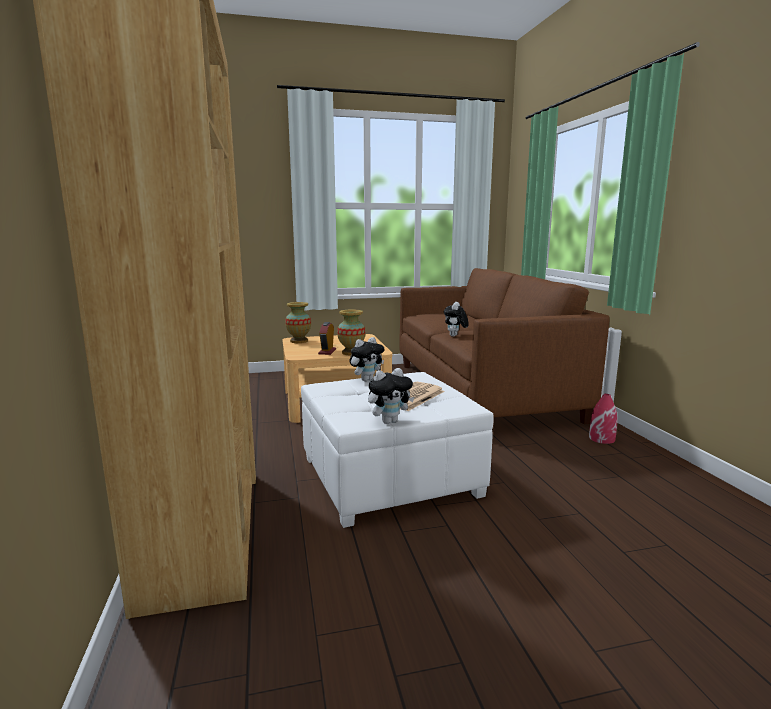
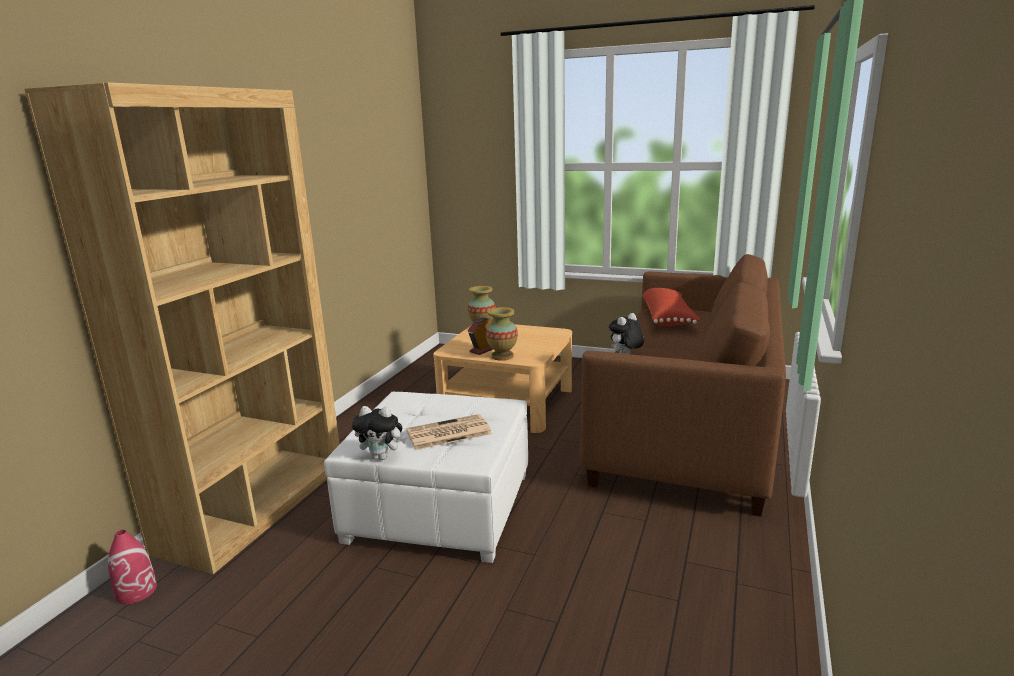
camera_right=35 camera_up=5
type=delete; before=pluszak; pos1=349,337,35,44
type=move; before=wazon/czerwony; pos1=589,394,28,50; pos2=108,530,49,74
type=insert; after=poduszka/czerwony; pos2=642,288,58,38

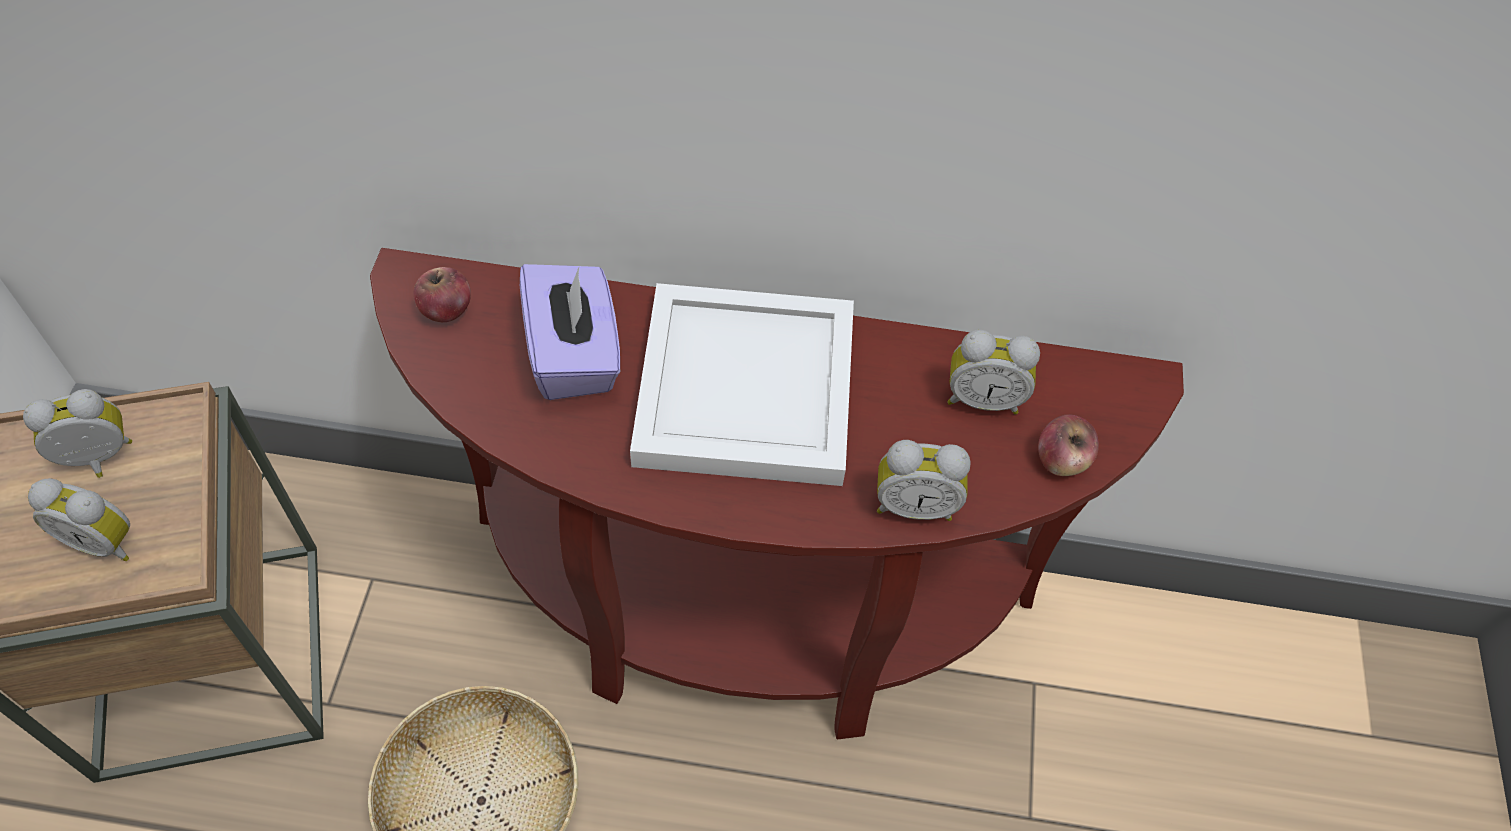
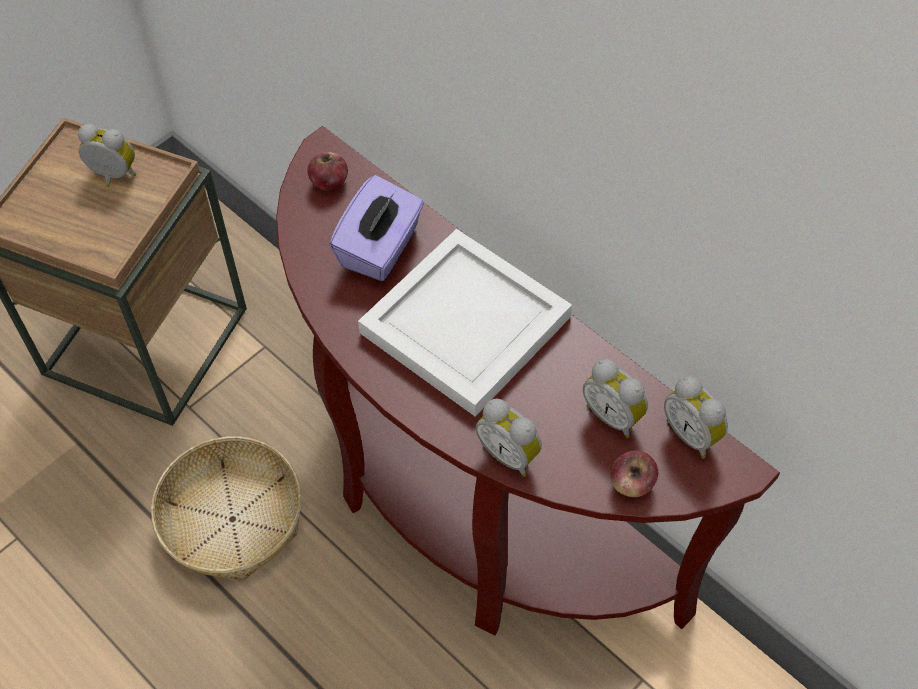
camera_right=40 camera_up=0
type=move; before=budzik; pos1=28,478,102,83; pos2=664,376,64,83

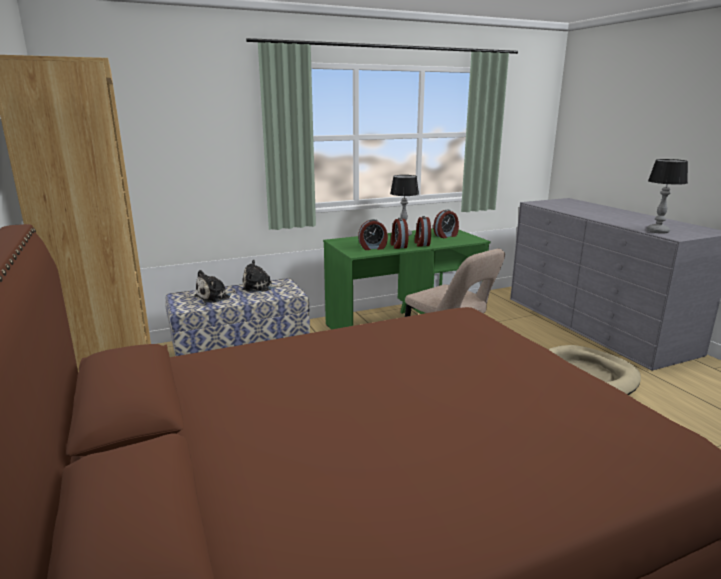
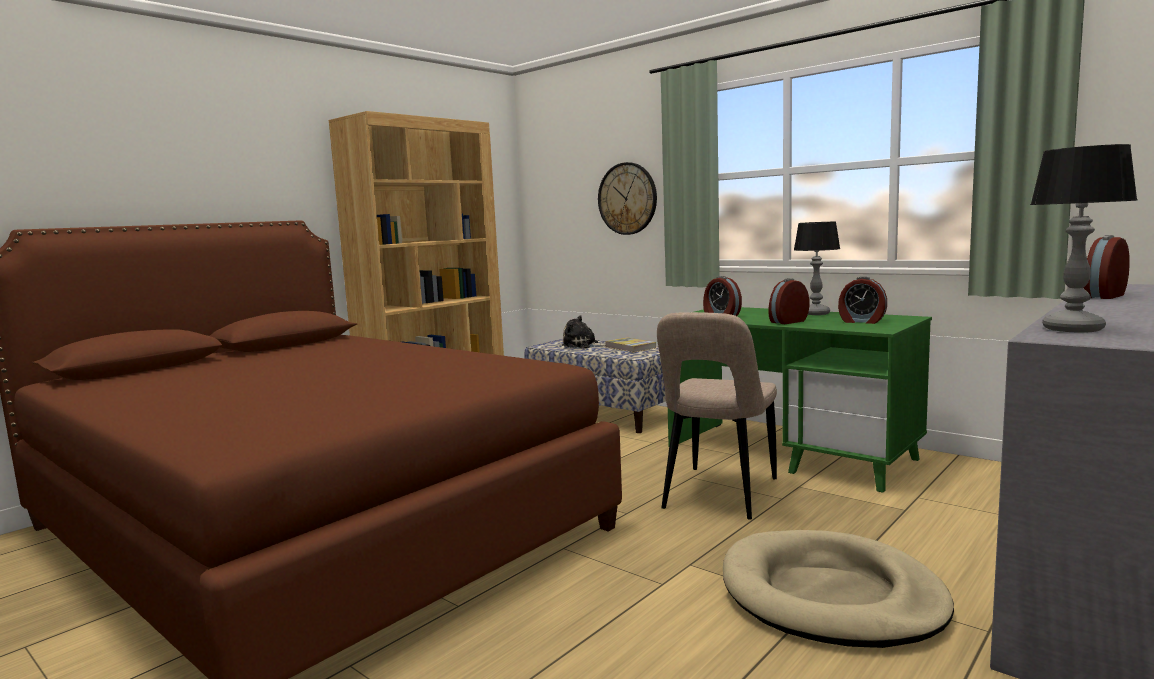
camera_right=65 camera_up=-10
type=move; before=budzik; pos1=390,218,18,31; pos2=1083,235,47,64
type=replace; before=pluszak; after=książka; pos1=242,260,41,32; pos2=605,338,51,15
type=insert; after=zegar ścienny; pos2=598,162,59,73

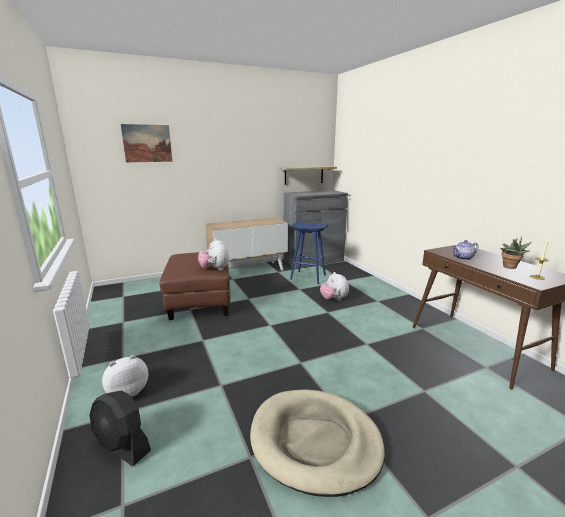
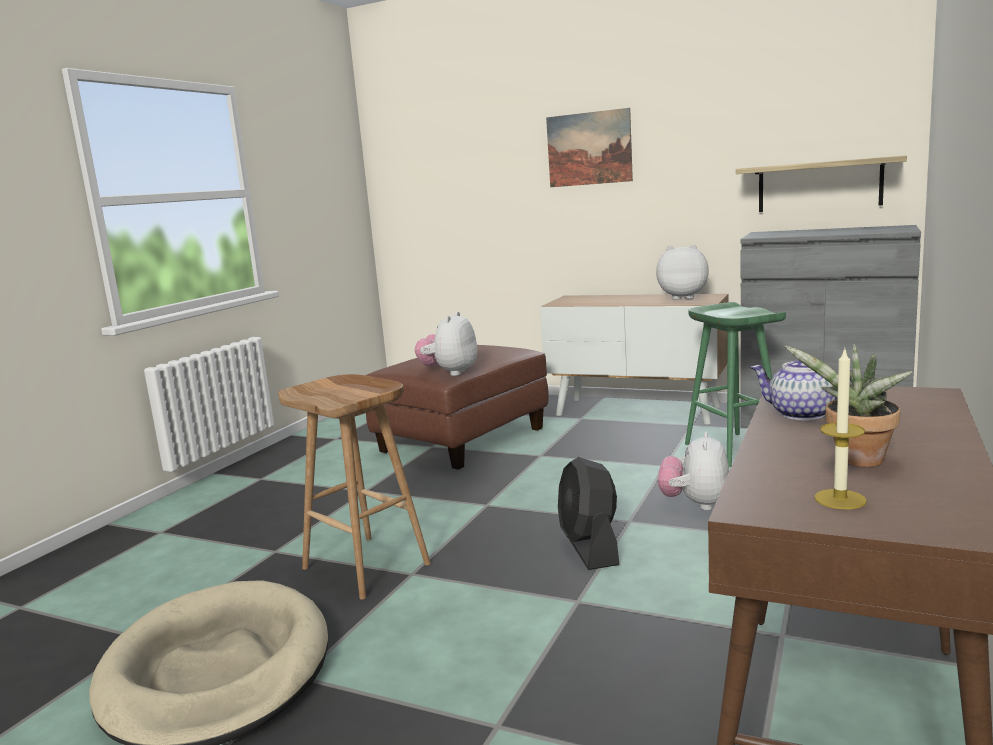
camera_right=50 camera_up=-5
type=move; before=obraz; pos1=121,124,51,38; pos2=546,108,87,79
type=recolor; before=stołek/niebieski; after=stołek/zielony; pos1=290,221,38,63; pos2=685,302,101,165
type=move; before=pluszak; pos1=102,355,46,42; pos2=656,244,53,56
type=move; before=wentylator/czarny; pos1=90,390,61,76; pos2=558,457,61,113
type=insert; after=stołek/brązowy; pos2=278,374,153,226

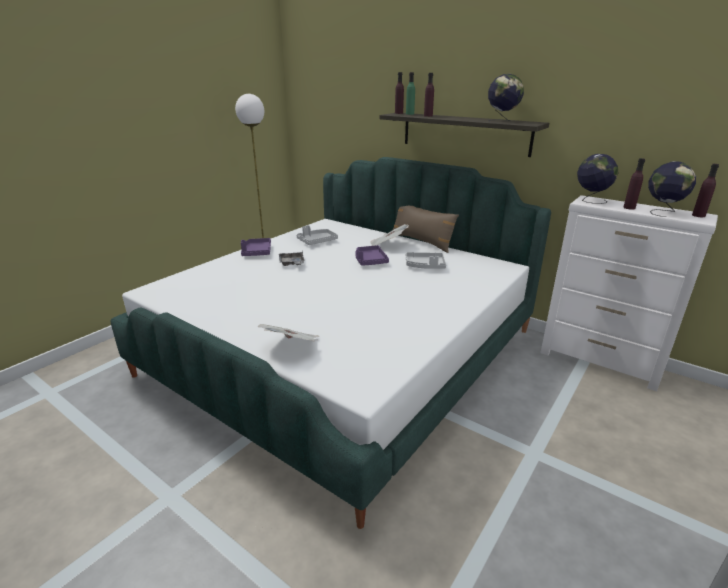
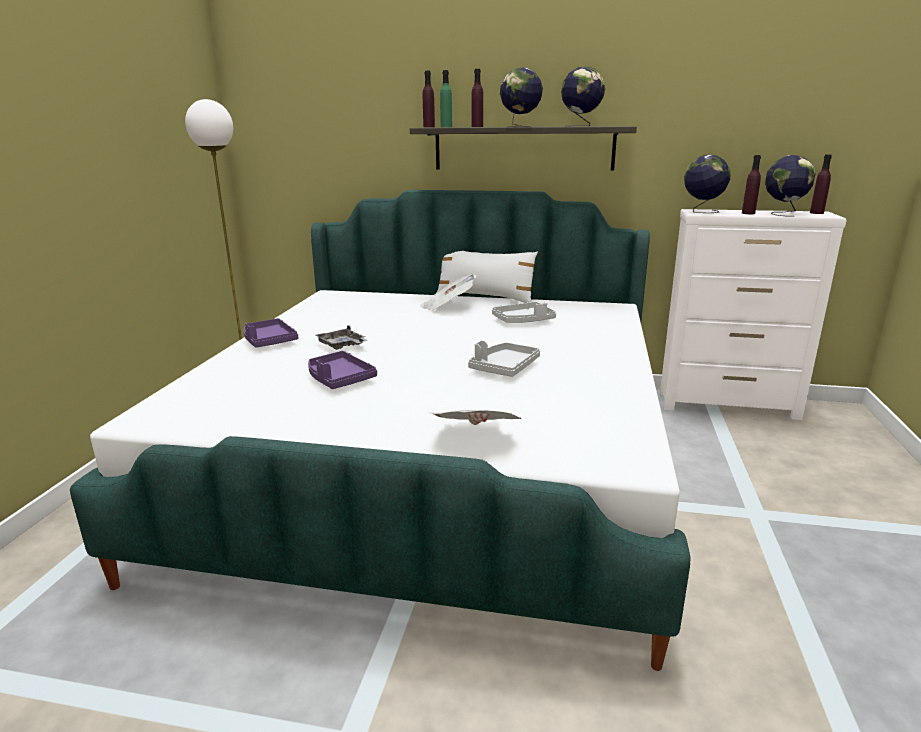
camera_right=-25 camera_up=-5
type=recolor; before=poduszka/brązowy; after=poduszka/biały; pos1=393,206,66,47; pos2=437,251,101,52
type=move; before=taca/szary; pos1=297,225,41,20; pos2=468,340,72,37
type=move; before=taca/fioletowy; pos1=355,245,34,21; pos2=308,351,69,38
type=insert; after=globus; pos2=500,68,43,59

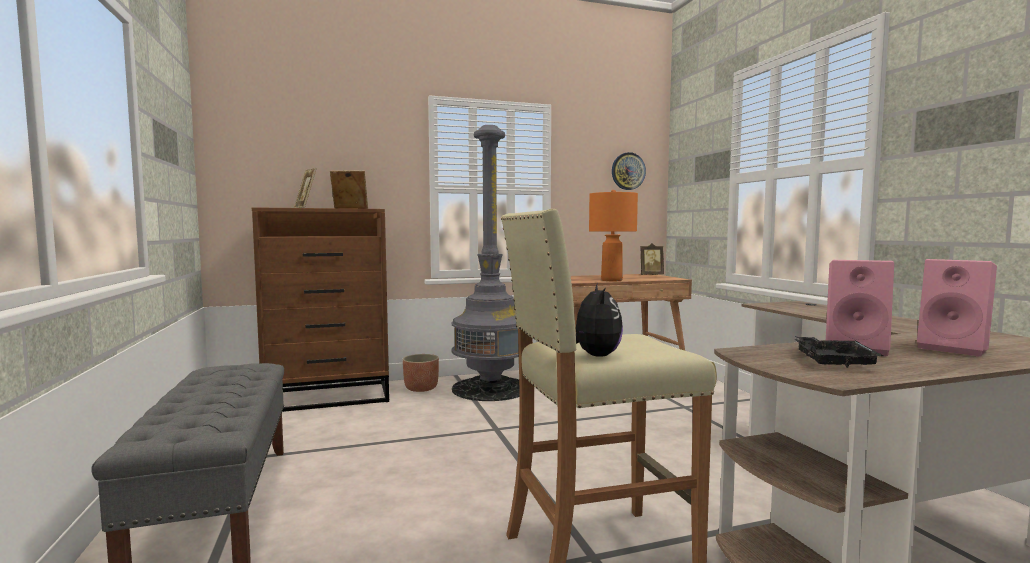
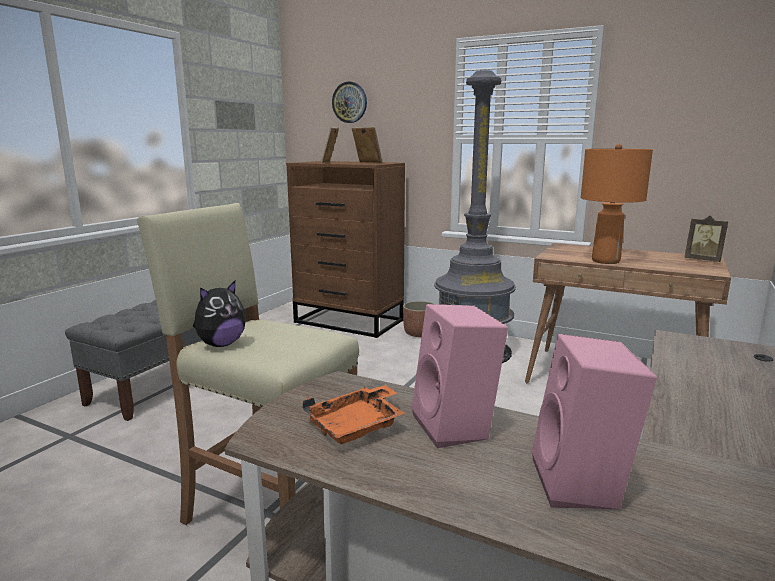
camera_right=45 camera_up=10
type=move; before=zegar ścienny; pos1=612,152,34,38; pos2=332,82,35,41
type=recolor; before=taca/czarny; after=taca/pomarańczowy; pos1=795,336,88,32; pos2=303,385,102,59

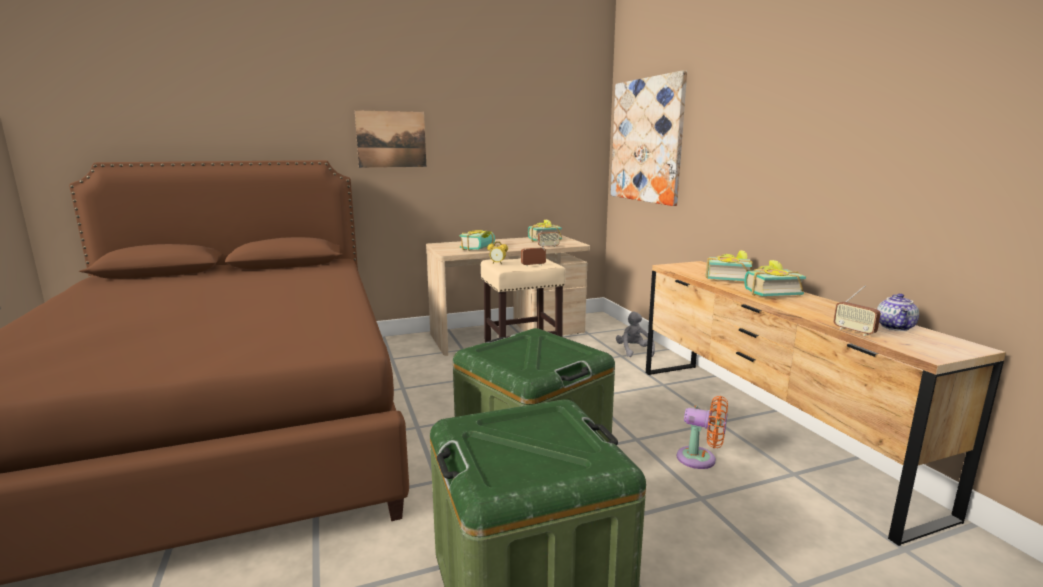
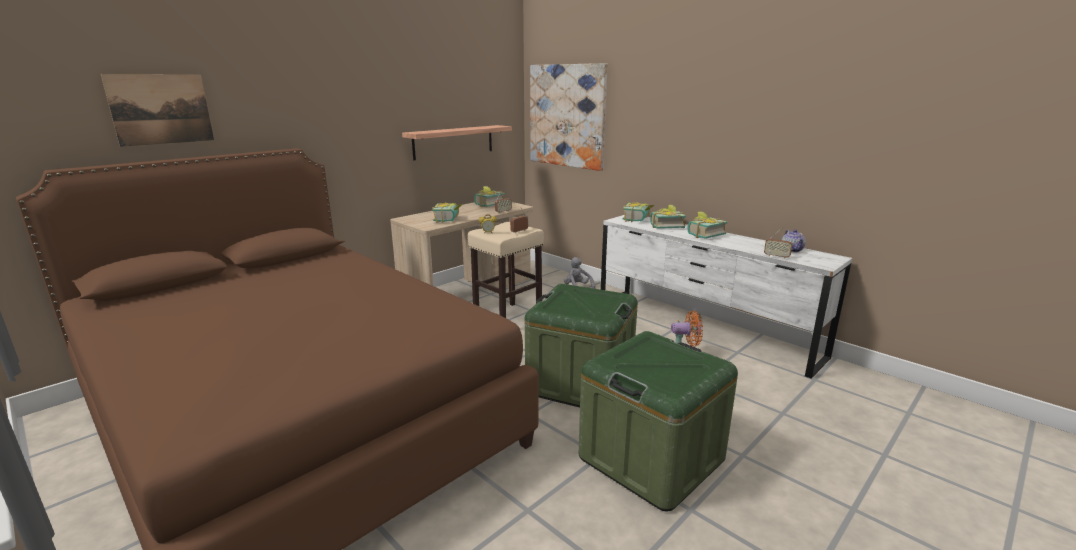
camera_right=-25 camera_up=5
type=move; before=obraz; pos1=355,110,71,58; pos2=101,74,113,73
type=recolor; before=komoda/brązowy; after=komoda/biały; pos1=646,261,360,285; pos2=601,215,251,164
type=insert; after=półka; pos2=402,125,110,35
type=insert; after=książka; pos2=623,202,31,20

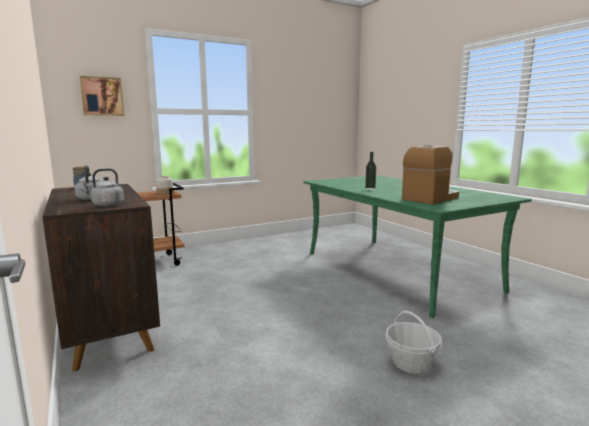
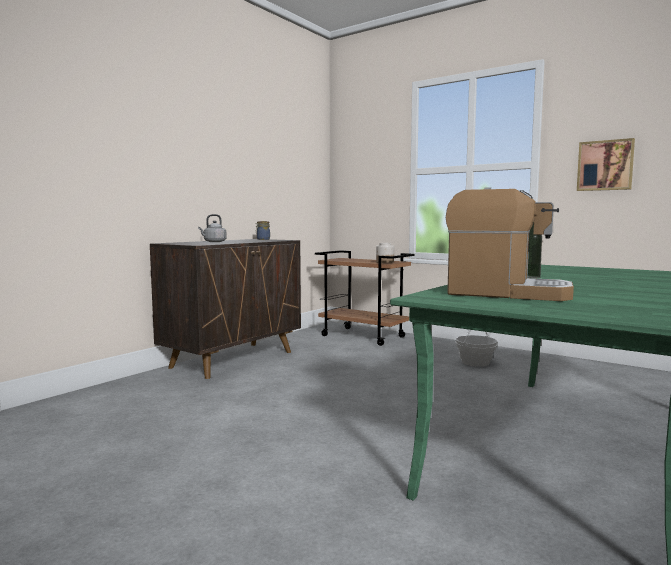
camera_right=65 camera_up=-5
type=move; before=obraz; pos1=80,76,44,40; pos2=577,138,58,53
type=delete; before=czajnik/szary; pos1=80,168,44,39
type=move; before=koszyk; pos1=385,311,57,63; pos2=455,330,43,37

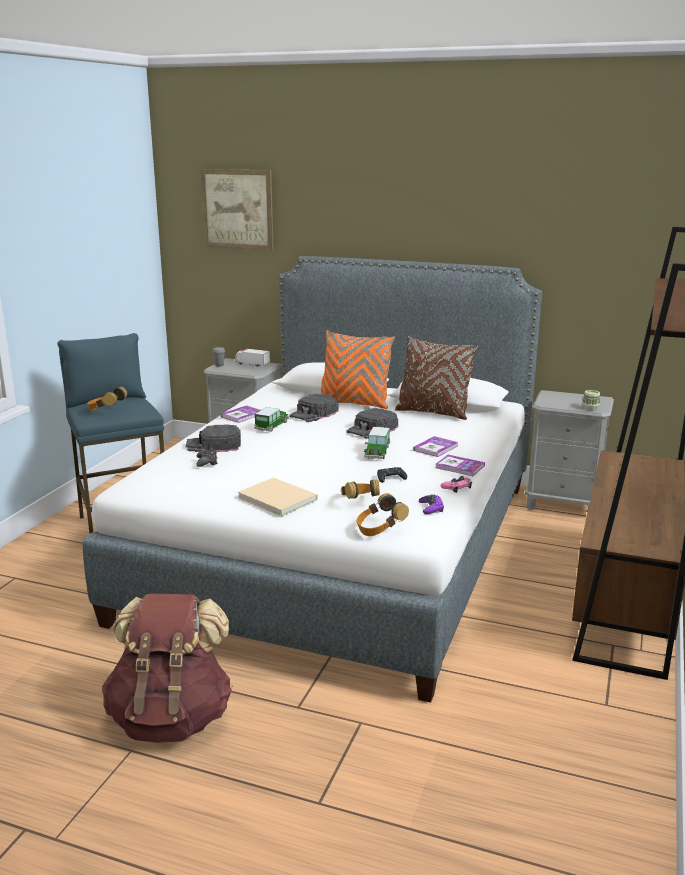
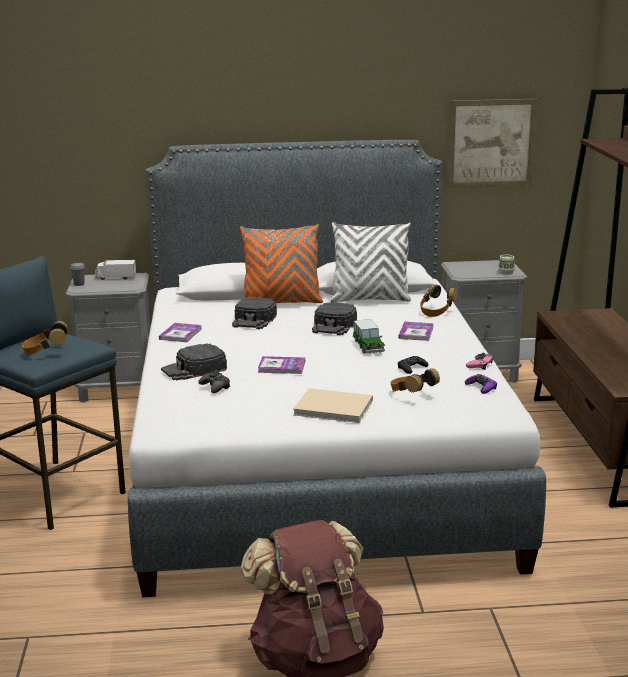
camera_right=-25 camera_up=0
type=move; before=obraz; pos1=200,169,74,81; pos2=447,99,90,89
type=recolor; before=poduszka/brązowy; after=poduszka/biały; pos1=395,336,83,84; pos2=330,222,81,81
type=delete; before=samochodzik; pos1=254,407,35,25
type=move; before=książka; pos1=436,455,49,21; pos2=258,356,47,18
type=move; before=słuchawki; pos1=356,493,53,43; pos2=420,284,37,33

